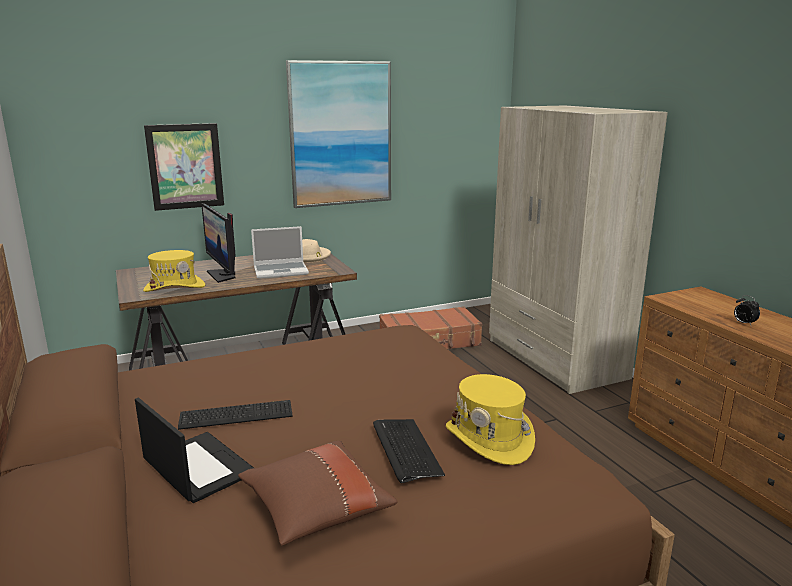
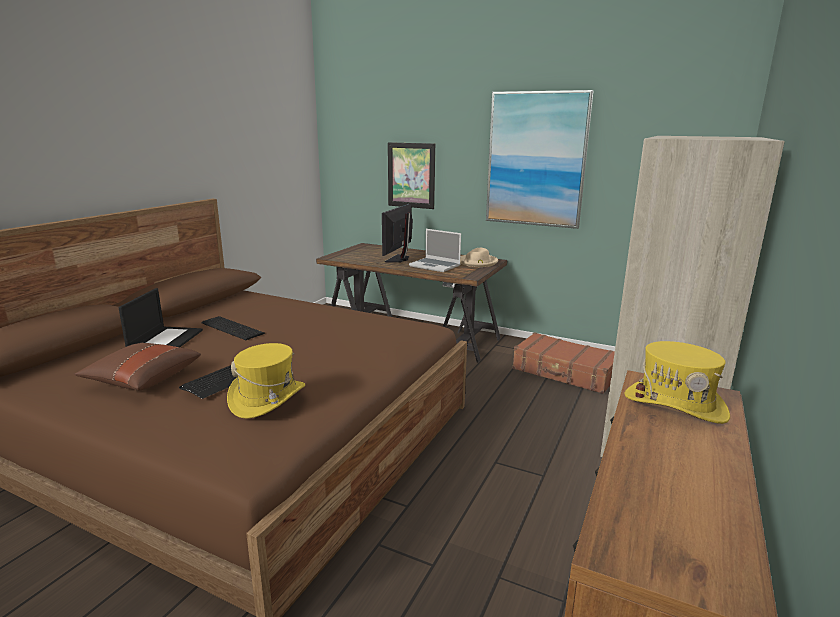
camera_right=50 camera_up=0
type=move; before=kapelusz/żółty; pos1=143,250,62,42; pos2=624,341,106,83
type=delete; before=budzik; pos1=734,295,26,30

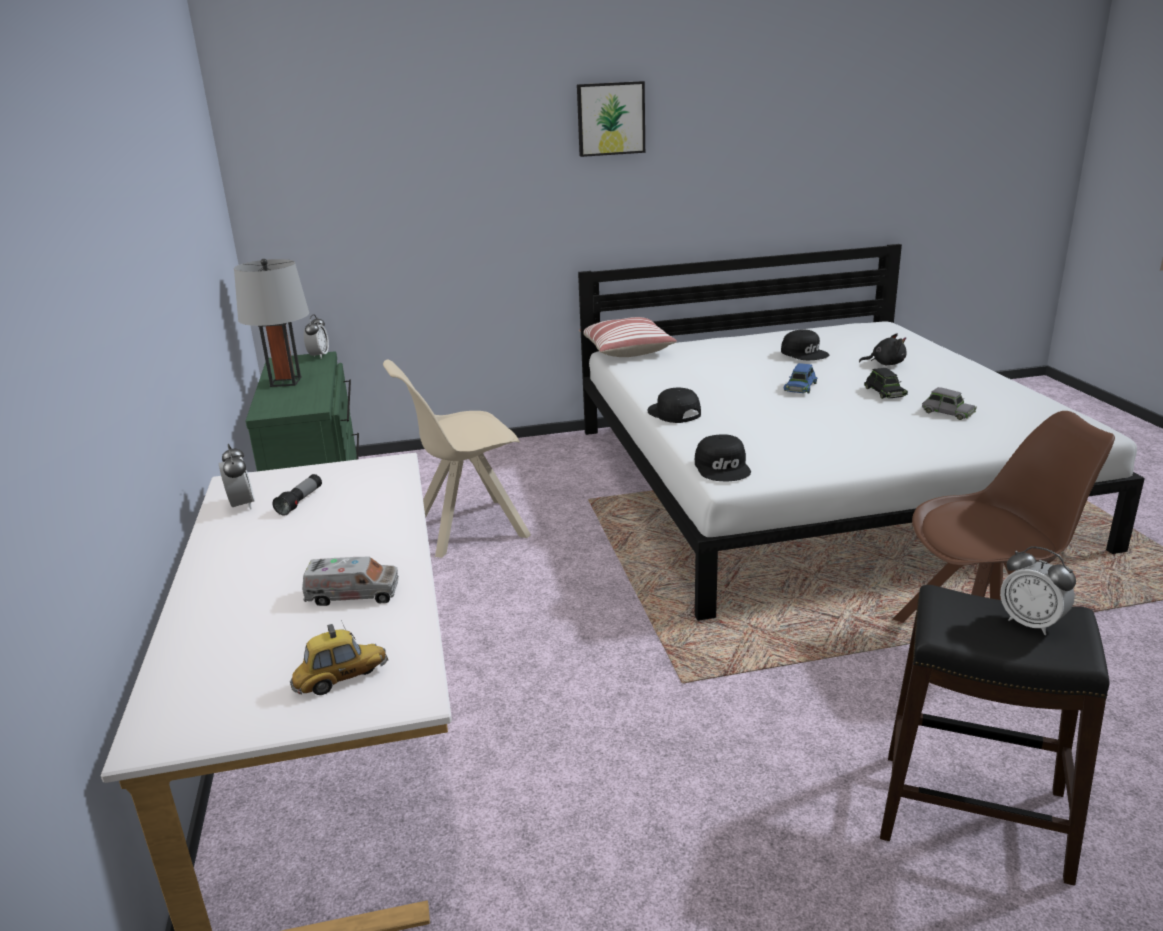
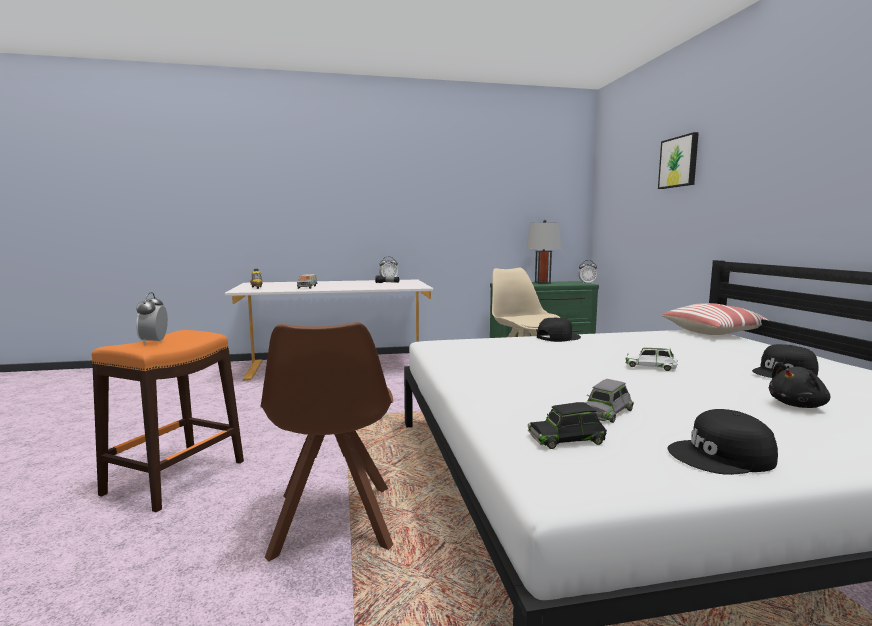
camera_right=90 camera_up=-15
type=move; before=obraz; pos1=577,81,68,76; pos2=658,132,41,57
type=rotate; before=pluszak/czarny; pos1=859,333,48,32; pos2=769,362,61,46; turn=60
type=recolor; before=samochodzik/niebieski; after=samochodzik/biały; pos1=784,363,33,30; pos2=626,344,52,27
type=move; before=samochodzik/czarny; pos1=864,368,44,31; pos2=528,402,79,47
type=move; before=czapka z daszkiem/czarny; pos1=695,435,56,46; pos2=668,409,110,66
type=rotate; before=budzik; pos1=1000,546,76,89; pos2=136,292,32,53; turn=-60
type=recolor; before=stołek/czarny; after=stołek/pomarańczowy; pos1=880,585,230,301; pos2=92,330,152,182

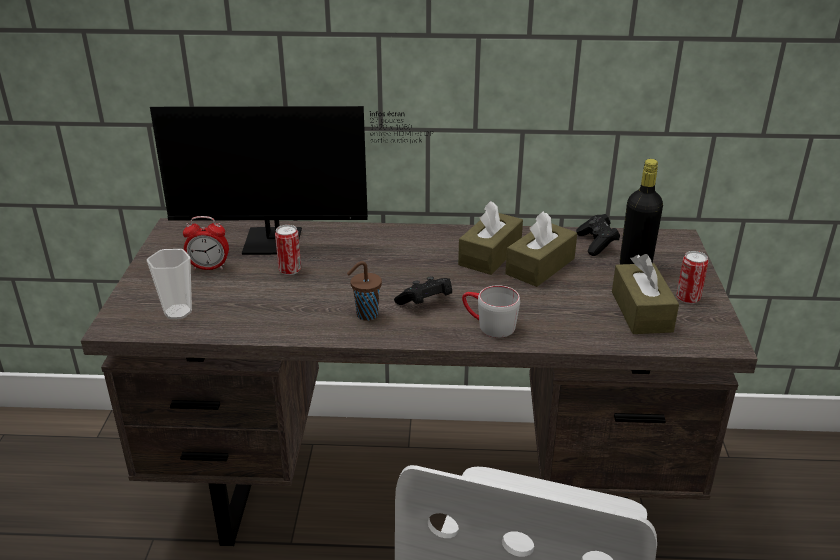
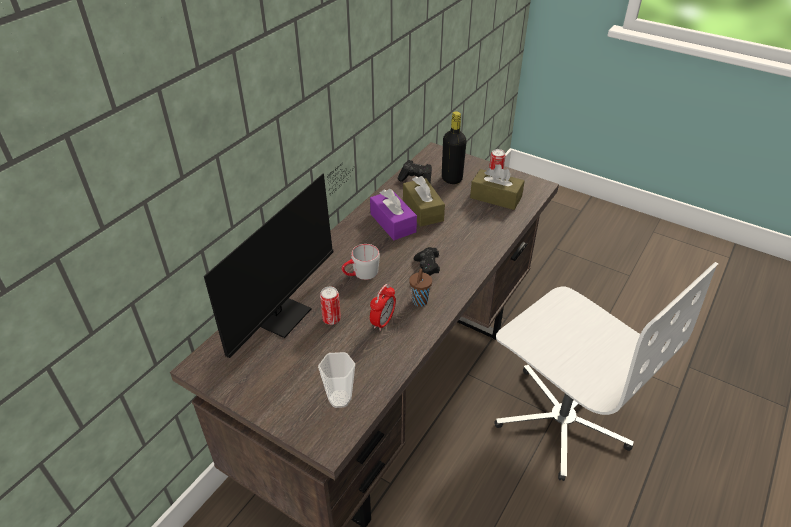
camera_right=-60 camera_up=10
type=recolor; before=pudełko chusteczek/brązowy; after=pudełko chusteczek/fioletowy; pos1=458,201,65,74; pos2=370,189,47,51
type=move; before=budzik; pos1=183,216,46,54; pos2=370,284,26,47
type=move; before=kubek/szary; pos1=462,285,58,53; pos2=342,244,38,36

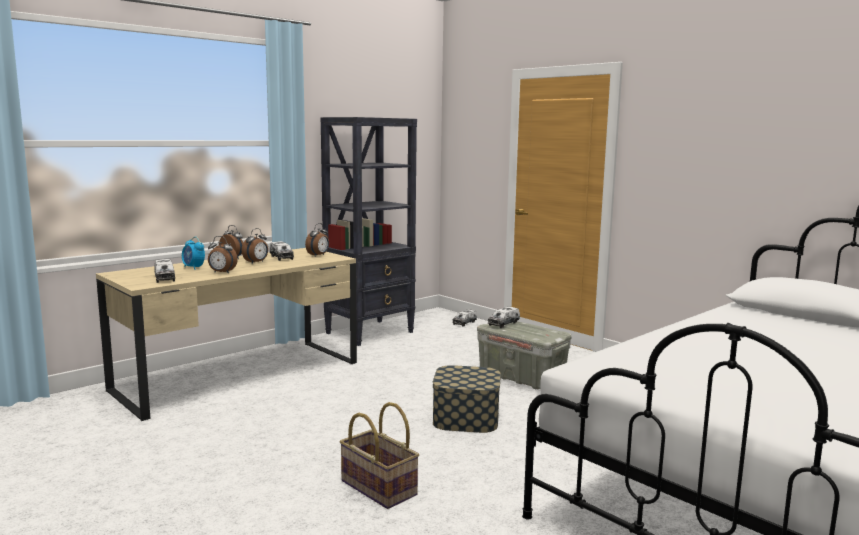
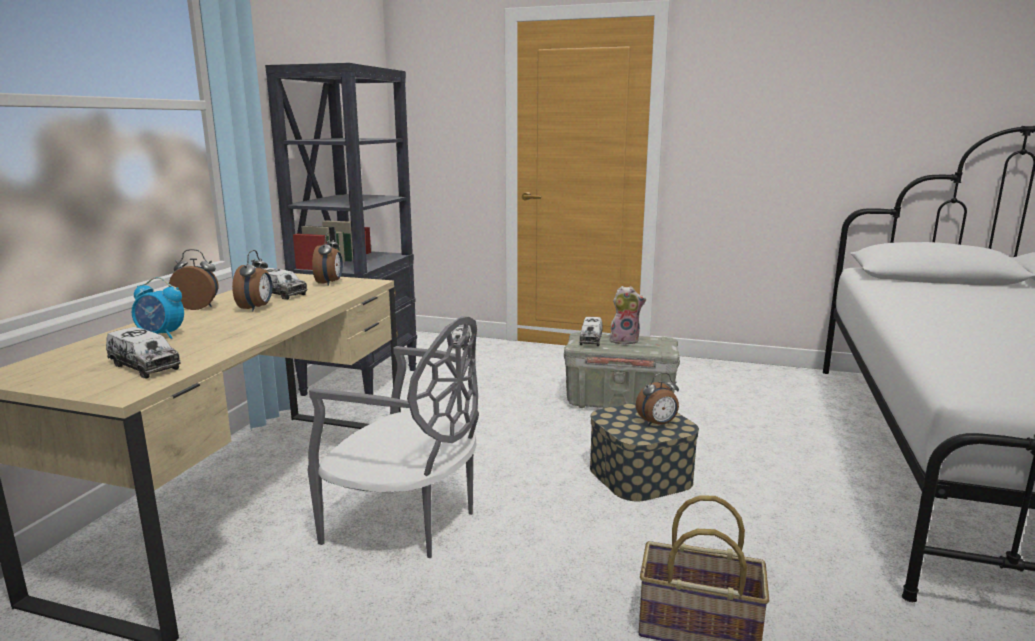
camera_right=-30 camera_up=5
type=move; before=budzik; pos1=208,236,30,37; pos2=636,373,43,53
type=insert; after=pluszak; pos2=610,286,36,59
type=insert; after=krzesło/szary; pos2=308,316,171,242

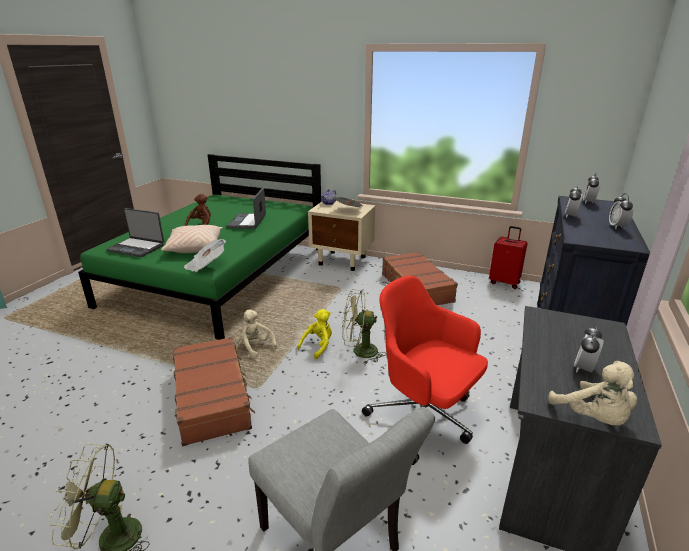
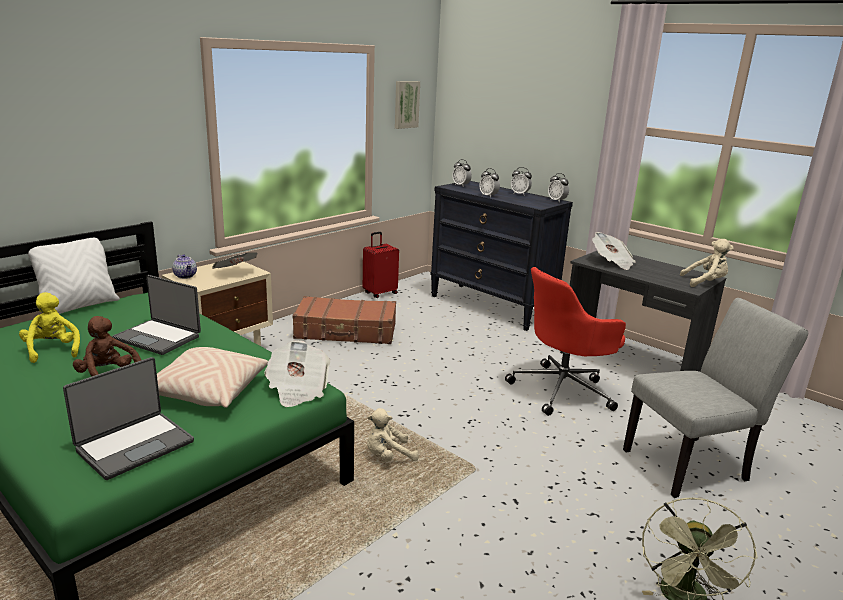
camera_right=-70 camera_up=-5
type=delete; before=wentylator/zielony; pos1=342,289,43,75
type=move; before=pluszak/żółty; pos1=297,309,35,50; pos2=19,292,61,71
type=move; before=budzik; pos1=574,326,30,46; pos2=548,173,21,30
type=delete; before=walizka/brązowy; pos1=173,337,82,109
type=insert; after=obraz; pos2=395,81,25,48
type=insert; after=gazeta; pos2=592,232,44,38
type=insert; after=poduszka/biały; pos2=27,238,93,76

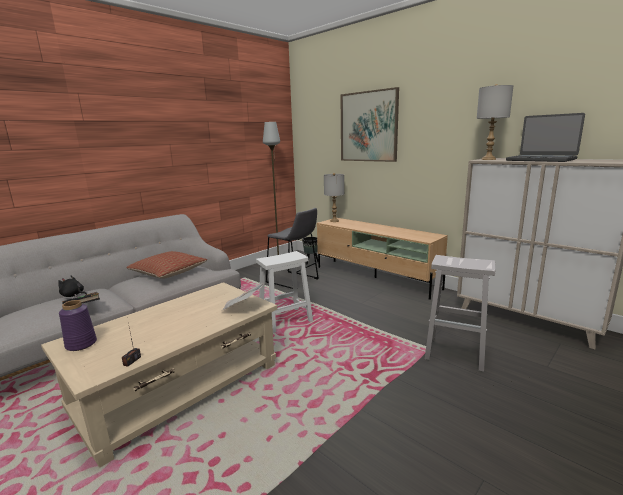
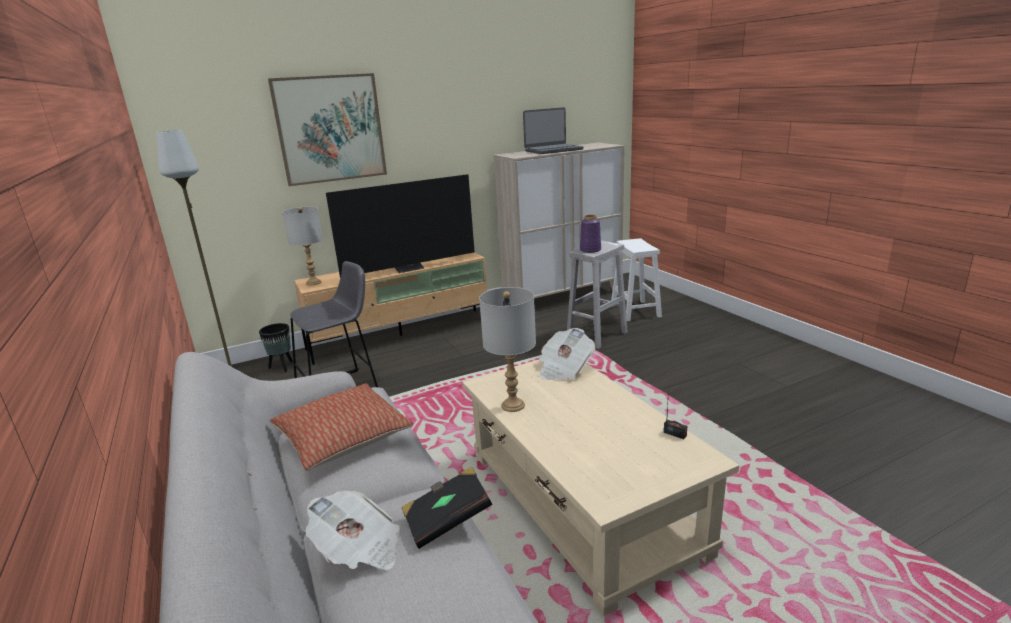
camera_right=-70 camera_up=5
type=move; before=lampa stołowa/szary; pos1=477,84,36,76; pos2=479,287,57,125
type=move; before=stołek/biały; pos1=256,251,57,82; pos2=611,238,51,83
type=replace; before=pluszak/czarny; after=gazeta; pos1=58,276,29,21; pos2=305,491,95,79
type=move; before=wazon/fioletowy; pos1=59,300,38,51; pos2=580,215,21,38
type=insert; after=telewizor; pos2=326,174,149,104

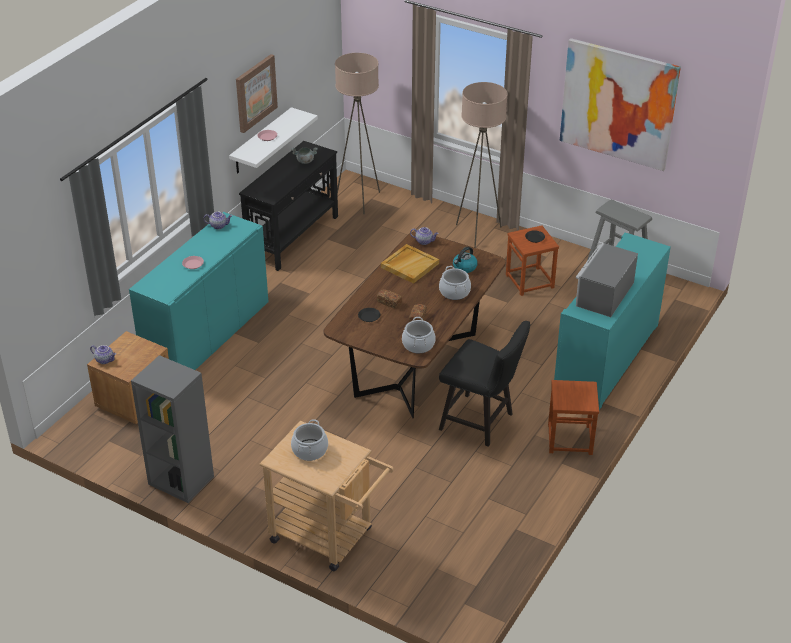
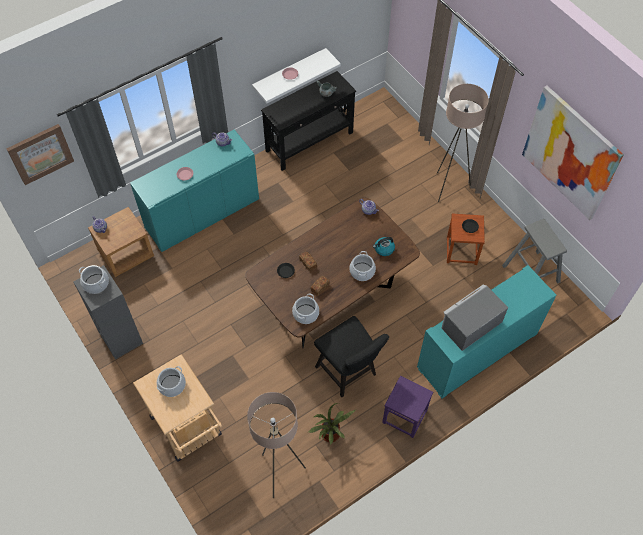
camera_right=25 camera_up=20
type=move; before=lampa stojąca/beżowy; pos1=335,53,45,161; pos2=247,392,59,106
type=move; before=obraz; pos1=236,54,42,79; pos2=6,124,68,61
type=delete; before=taca/beżowy; pos1=381,244,58,40
type=recolor; before=stołek/brązowy; after=stołek/fioletowy; pos1=548,380,51,75; pos2=382,376,51,62
type=insert; after=garnek; pos2=79,265,30,29
type=insert; after=roślina doniczkowa; pos2=308,403,48,42

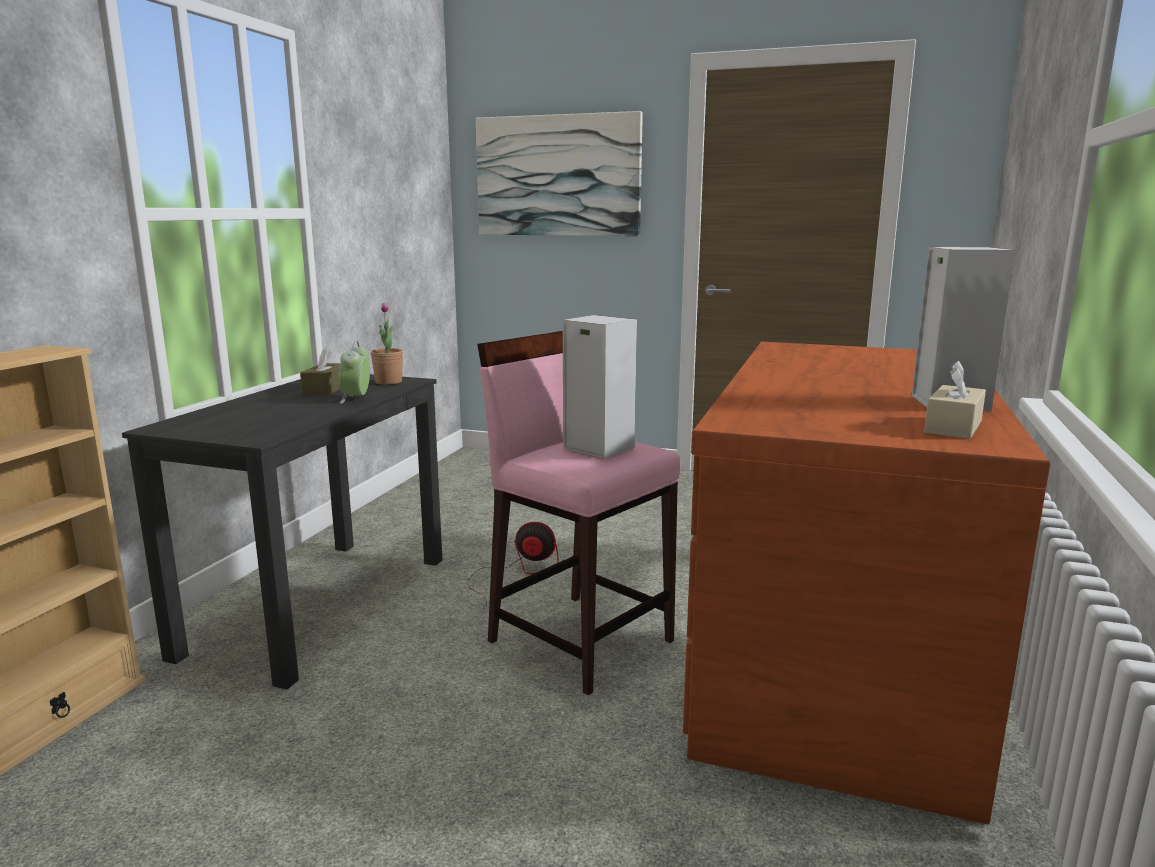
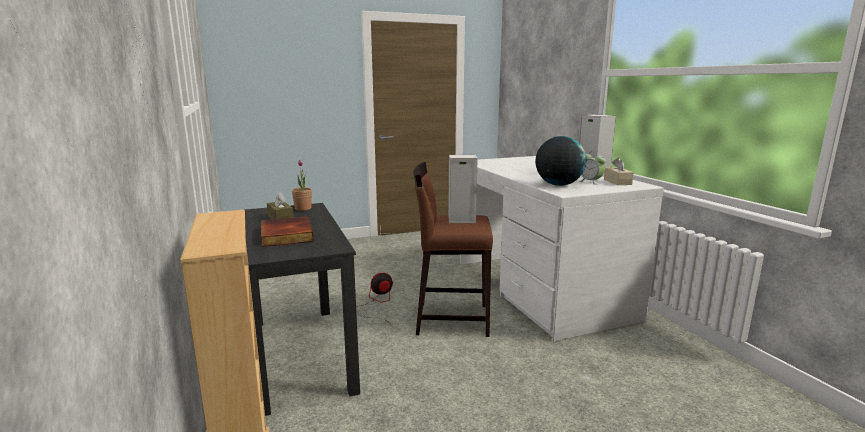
camera_right=-40 camera_up=0
type=delete; before=obraz; pos1=476,111,167,125
type=recolor; before=stołek/różowy; after=stołek/brązowy; pos1=477,331,203,364; pos2=413,162,80,175
type=move; before=budzik; pos1=339,341,31,63; pos2=578,151,28,34
type=recolor; before=biurko/brązowy; after=biurko/biały; pos1=683,342,368,482; pos2=460,156,204,185
type=insert; after=globus; pos2=535,136,51,50
type=insert; after=książka; pos2=261,216,53,31

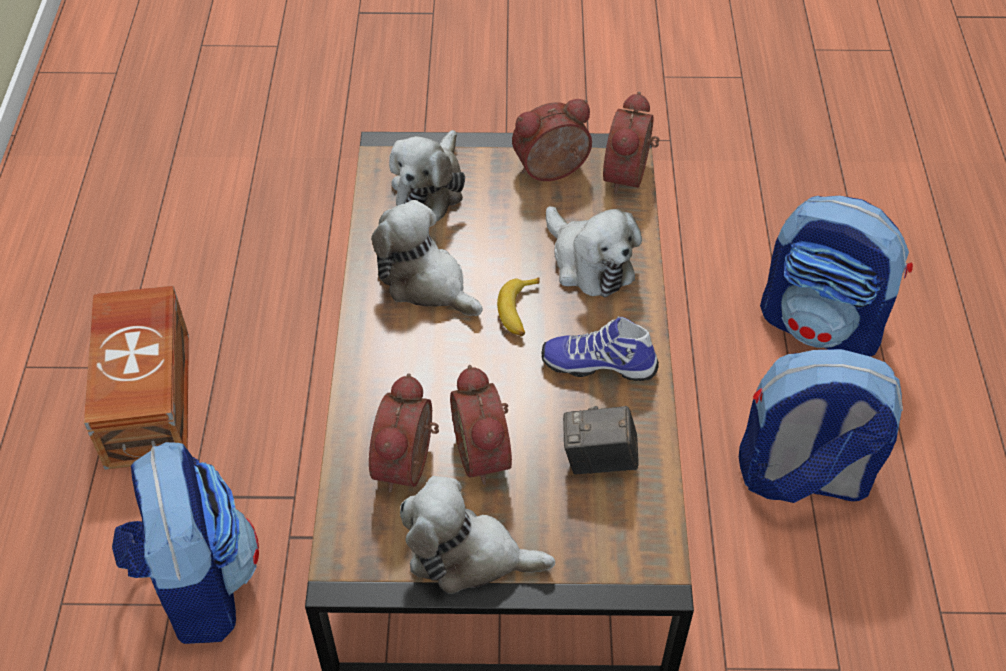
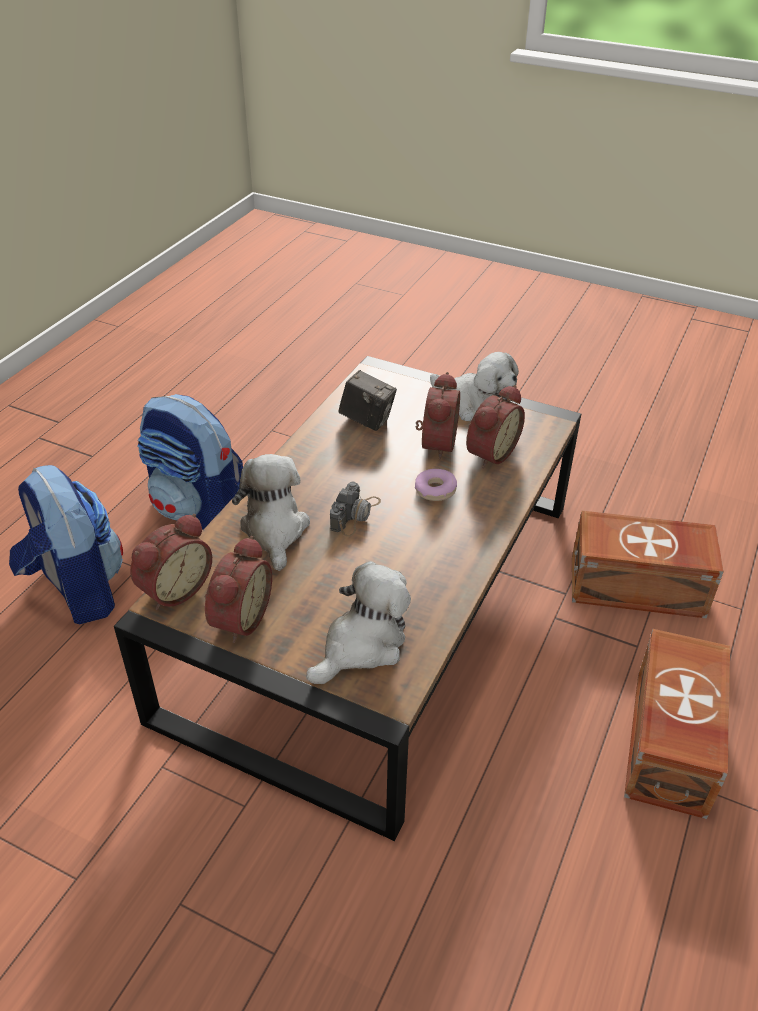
camera_right=-155 camera_up=-10
type=rotate; before=budzik; pos1=512,99,80,82; pos2=205,536,67,107; turn=-75
type=delete; before=pluszak; pos1=371,200,112,116
type=replace; before=banan; after=aparat fotograficzny; pos1=497,277,43,59; pos2=330,482,51,55
type=delete; before=but; pos1=541,316,118,65
type=replace; before=plecak; after=pojemnik do przechowywania/brązowy; pos1=112,442,147,202; pos2=572,511,152,108
type=insert; after=donut; pos2=415,469,42,32

